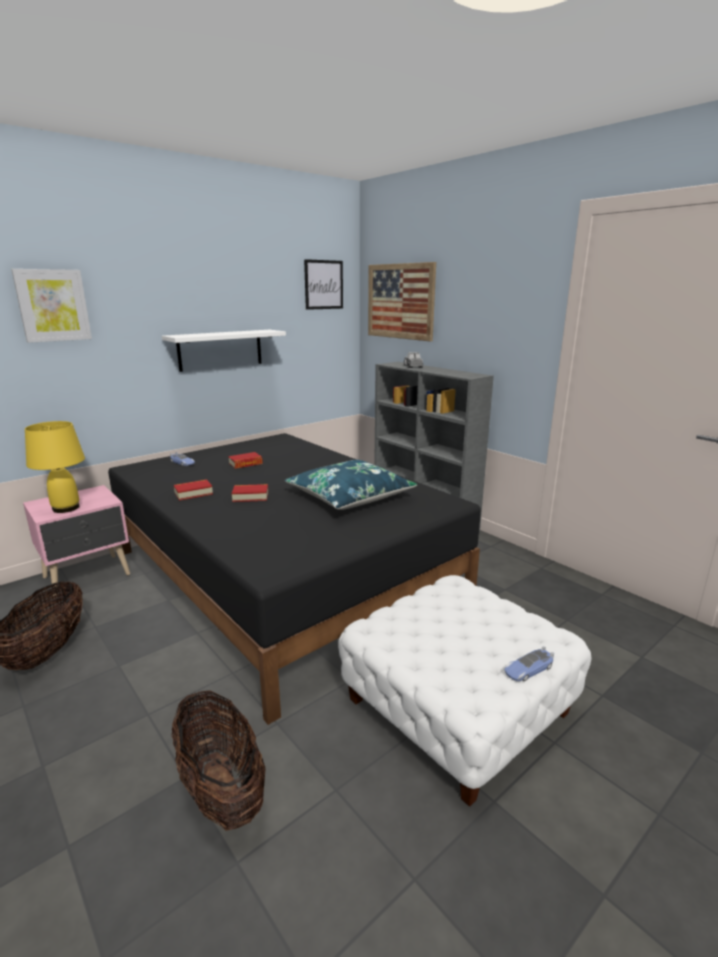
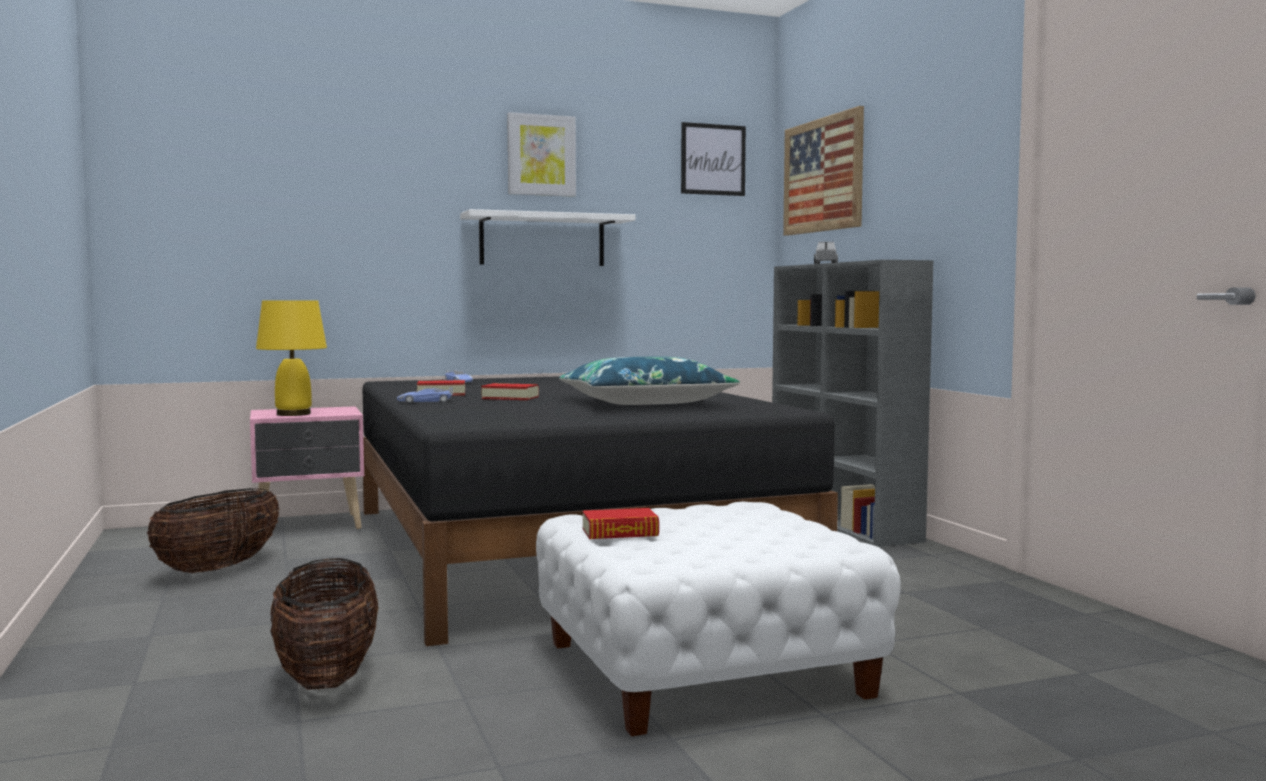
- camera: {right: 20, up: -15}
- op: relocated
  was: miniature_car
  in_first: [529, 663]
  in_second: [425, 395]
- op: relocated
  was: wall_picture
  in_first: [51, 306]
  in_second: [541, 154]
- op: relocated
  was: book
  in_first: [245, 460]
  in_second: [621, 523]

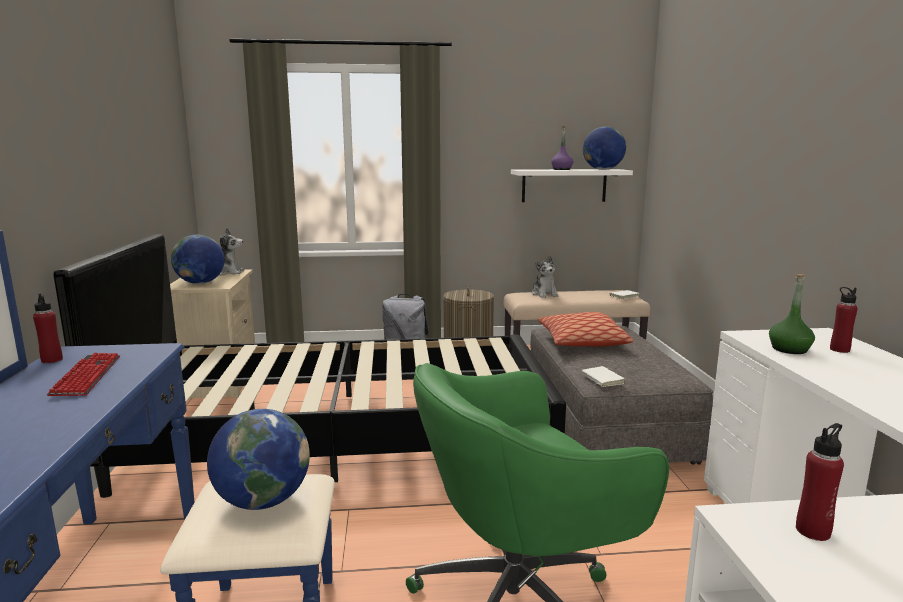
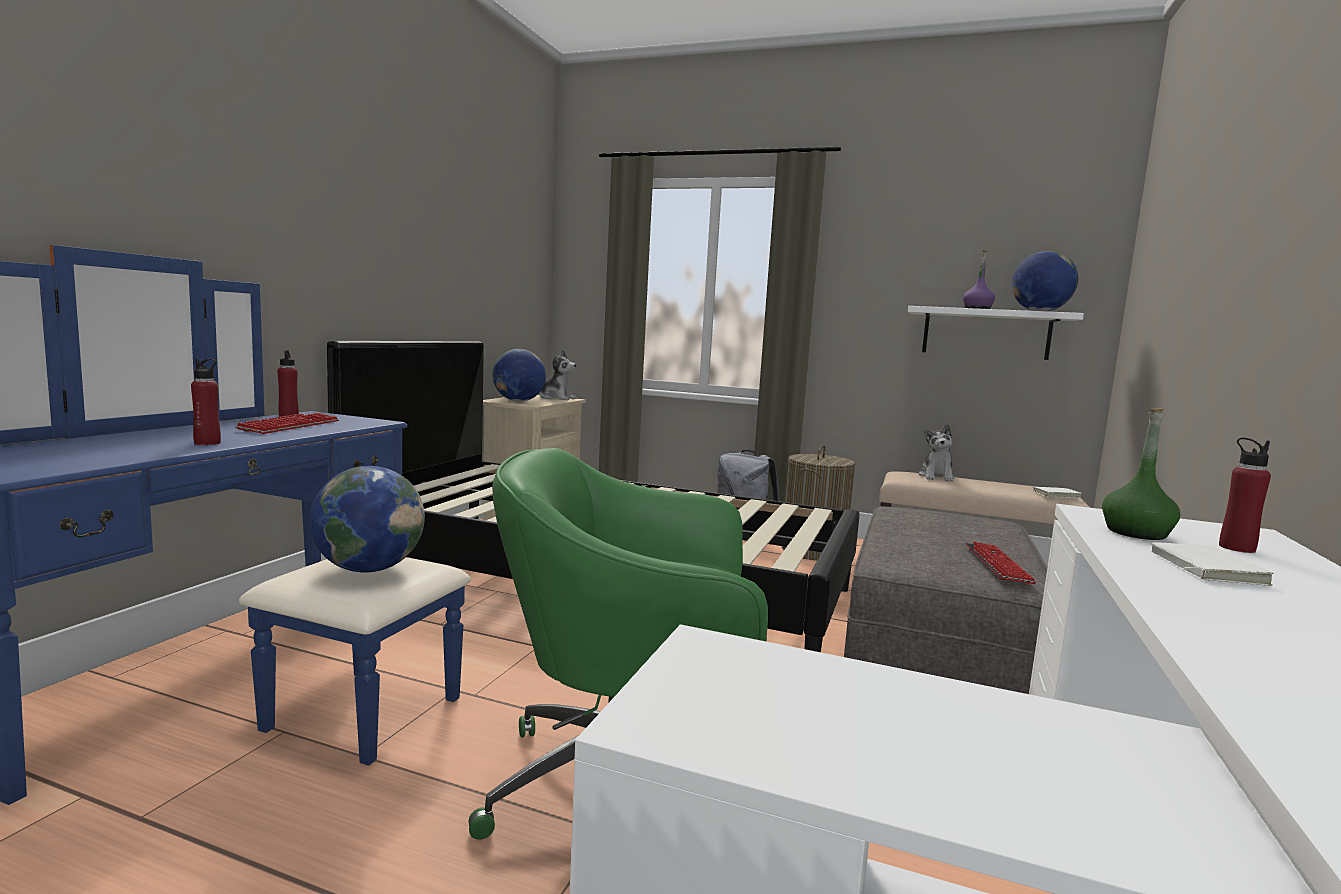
- camera: {right: 25, up: -5}
- op: relocated
  was: red-coloured_drink_bottle
  in_first: [820, 482]
  in_second: [206, 401]
- op: appeared
  now: keyboard
  in_second: [1000, 562]
- op: relocated
  was: whitish_book
  in_first: [603, 376]
  in_second: [1213, 564]
- op: missing
  was: cushion
  in_first: [585, 329]

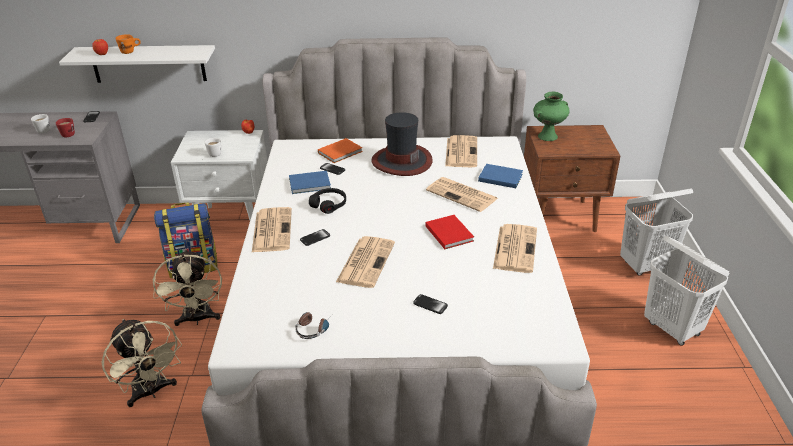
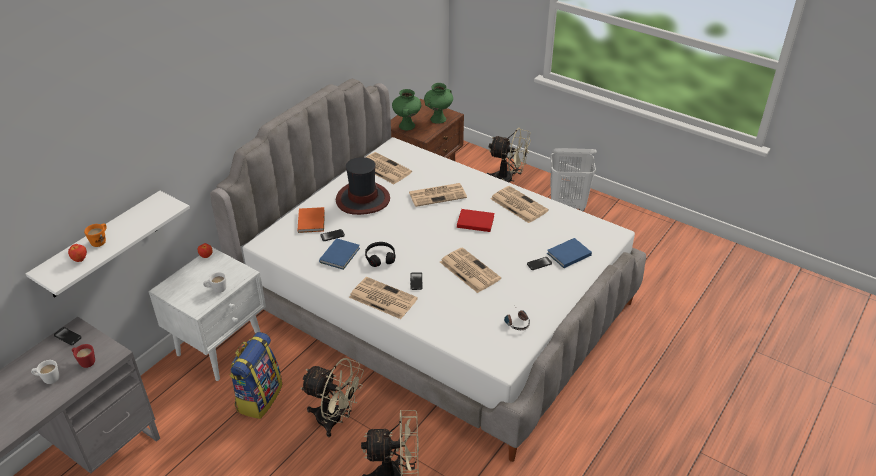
- camera: {right: -55, up: 5}
- op: appeared
  now: greenish_flower_vase
  in_second: [438, 103]
- op: exchanged
  was: whitish_hamper
  now: sand-coloured_fan
  in_first: [656, 231]
  in_second: [508, 155]
- op: relocated
  was: bluish_book
  in_first: [500, 176]
  in_second: [569, 253]

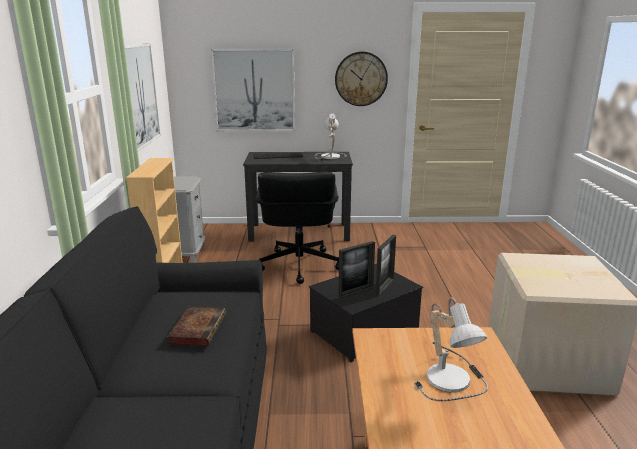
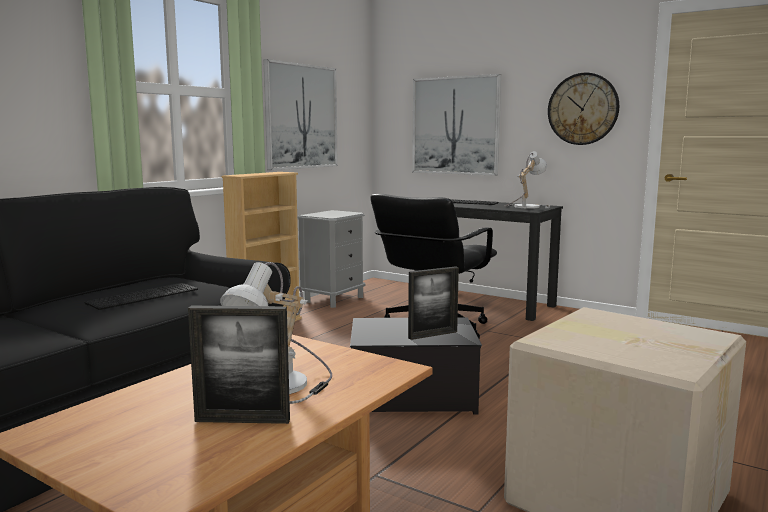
- camera: {right: 35, up: -10}
- op: exchanged
  was: book
  now: keyboard
  in_first: [196, 326]
  in_second: [141, 296]
- op: relocated
  was: picture_frame
  in_first: [356, 269]
  in_second: [239, 365]

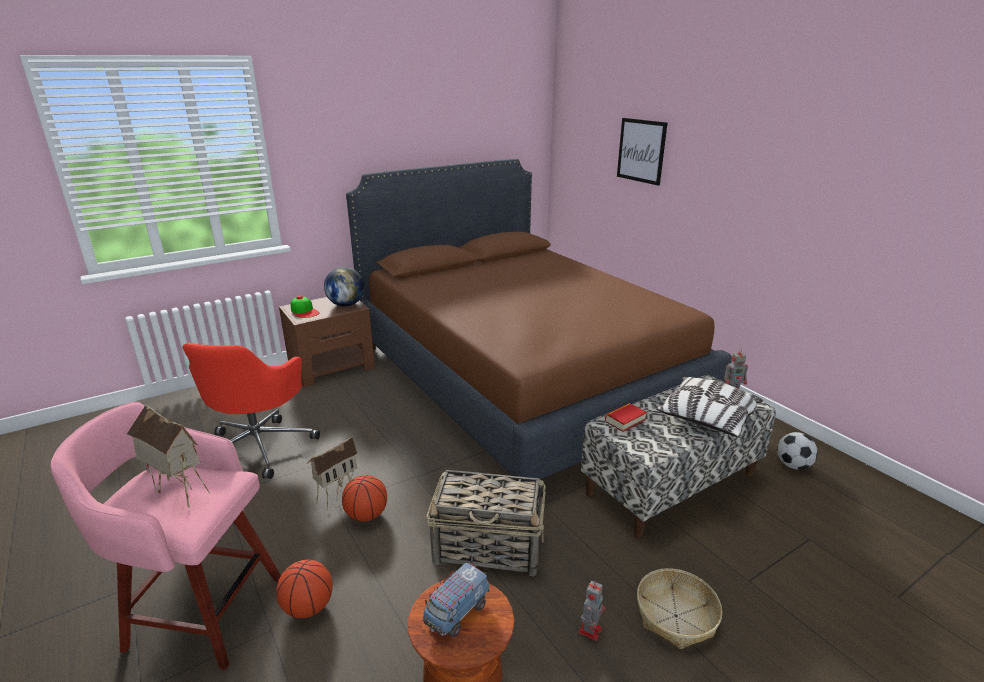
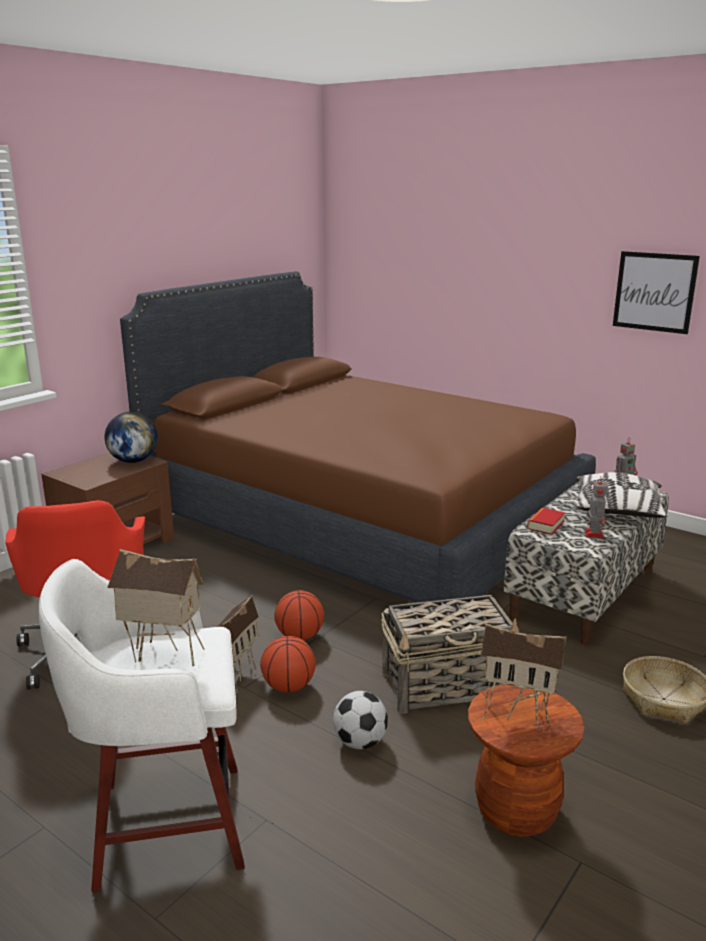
- camera: {right: -20, up: -5}
- op: colour
  was: pinkish_stool_seat
  now: whitish_stool_seat
  in_first: [165, 536]
  in_second: [142, 725]
- op: relocated
  was: basketball_ball
  in_first: [304, 589]
  in_second: [299, 615]
- op: relocated
  was: football_ball
  in_first: [797, 451]
  in_second: [360, 720]
- op: exchanged
  was: toy_lorry
  now: miniature_house
  in_first: [456, 599]
  in_second: [524, 677]
- op: relocated
  was: toy_robot
  in_first: [591, 610]
  in_second: [595, 507]
- op: relocated
  was: wall_picture
  in_first: [642, 152]
  in_second: [656, 292]
- op: missing
  was: baseball_cap
  in_first: [304, 307]

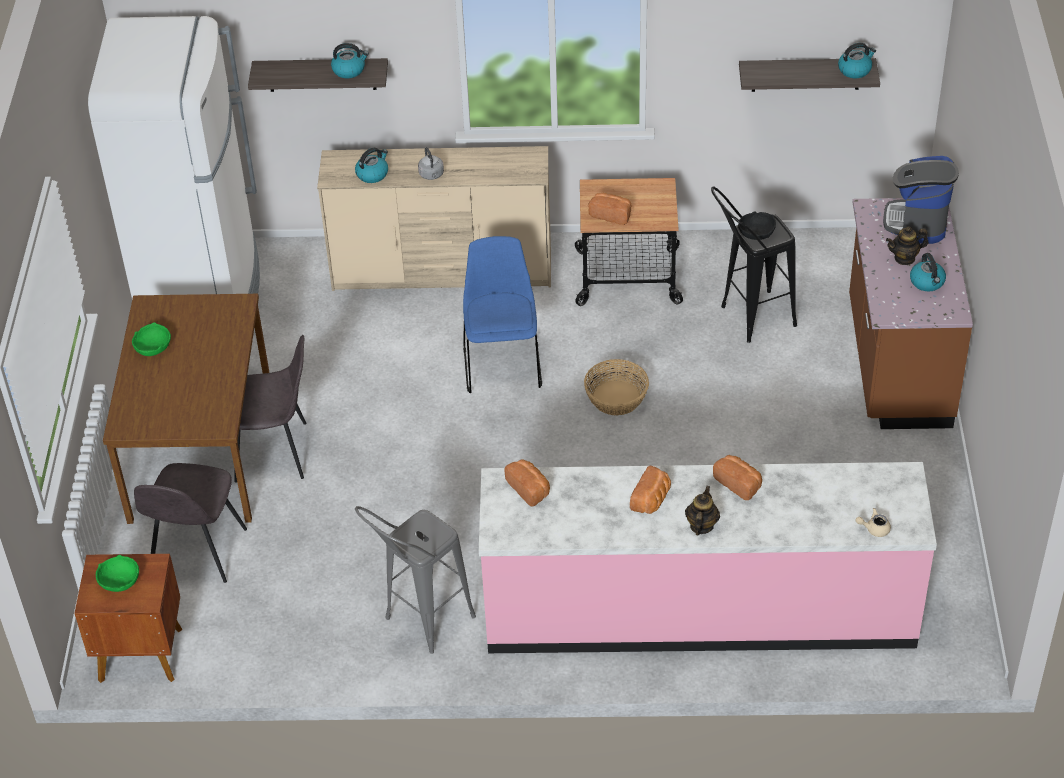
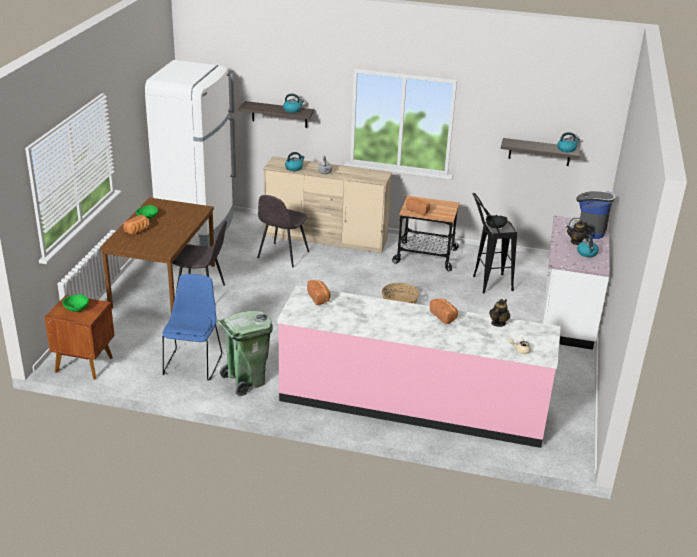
- camera: {right: 10, up: -15}
- op: relocated
  was: bread
  in_first: [650, 490]
  in_second: [136, 225]
- op: relocated
  was: bluish_plain_chair
  in_first: [502, 314]
  in_second: [192, 327]
- op: exchanged
  was: greyish_stool_seat
  now: greenish_rubbish_bin
  in_first: [415, 580]
  in_second: [244, 354]
- op: relocated
  was: greyish_plain_chair
  in_first: [190, 523]
  in_second: [283, 231]
- op: relocated
  was: pot_for_tea
  in_first: [702, 510]
  in_second: [499, 313]
- op: colour
  was: brownish_kitchen_base_unit
  now: whitish_kitchen_base_unit
  in_first: [911, 313]
  in_second: [576, 282]

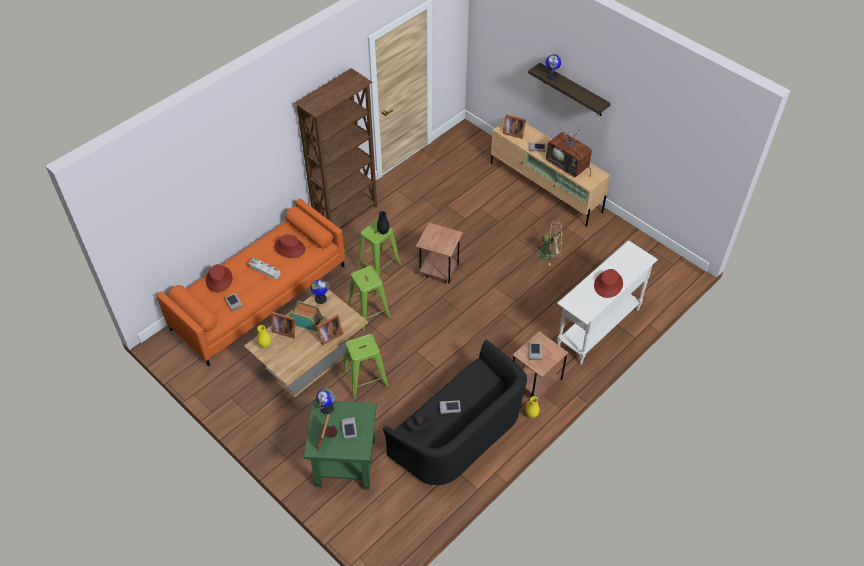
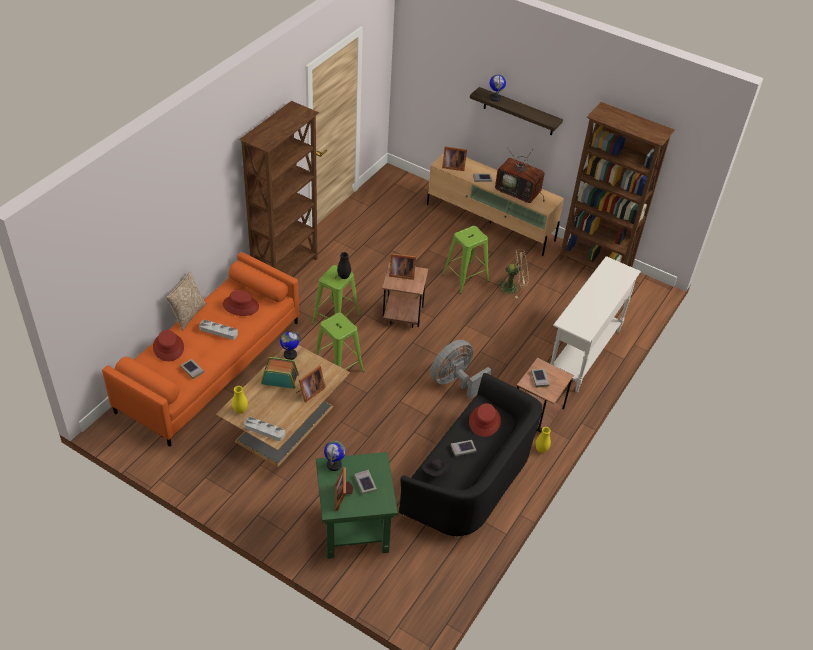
- camera: {right: -15, up: -5}
- op: appeared
  now: cushion
  in_second: [186, 301]
- op: appeared
  now: greyish_tray
  in_second: [264, 429]
- op: relocated
  was: picture_frame
  in_first: [283, 325]
  in_second: [402, 266]
- op: appeared
  now: greyish_fan
  in_second: [460, 369]
- op: relocated
  was: greenish_stool_seat
  in_first: [366, 366]
  in_second: [465, 260]
- op: relocated
  was: red-coloured_hat
  in_first: [608, 283]
  in_second: [485, 420]
- op: appeared
  now: brownish_bookcase
  in_second: [617, 186]

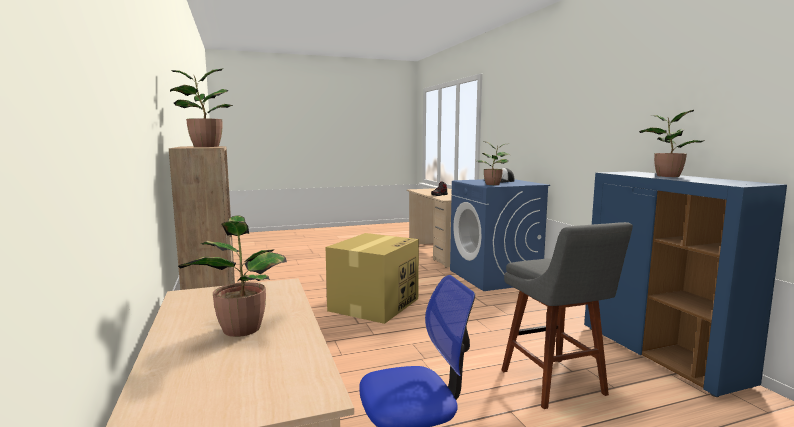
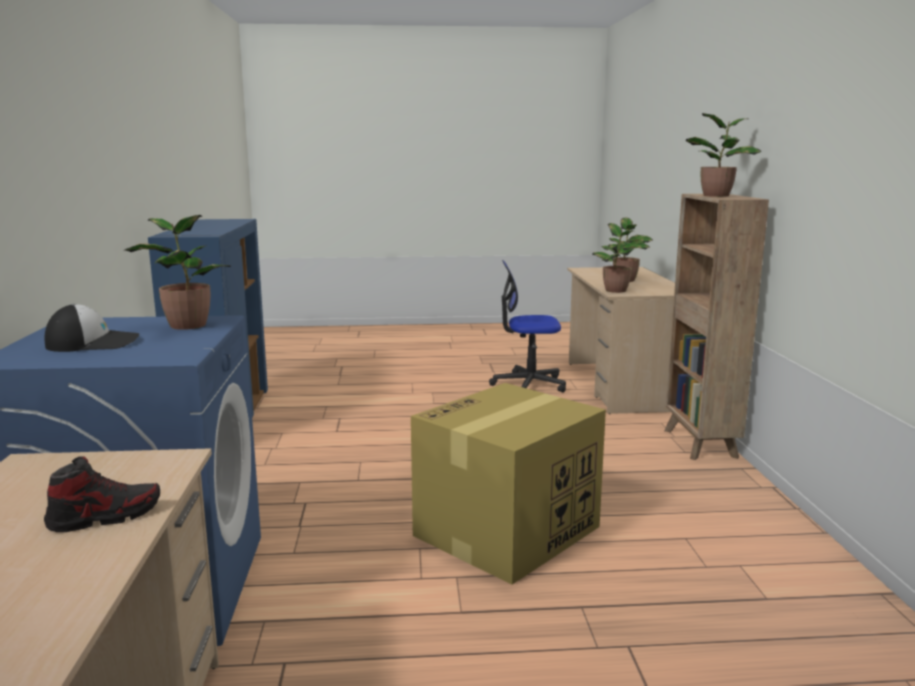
- camera: {right: -165, up: 5}
- op: relocated
  was: plant_in_a_pot
  in_first: [671, 143]
  in_second: [621, 258]
- op: missing
  was: greyish_stool_seat
  in_first: [567, 315]

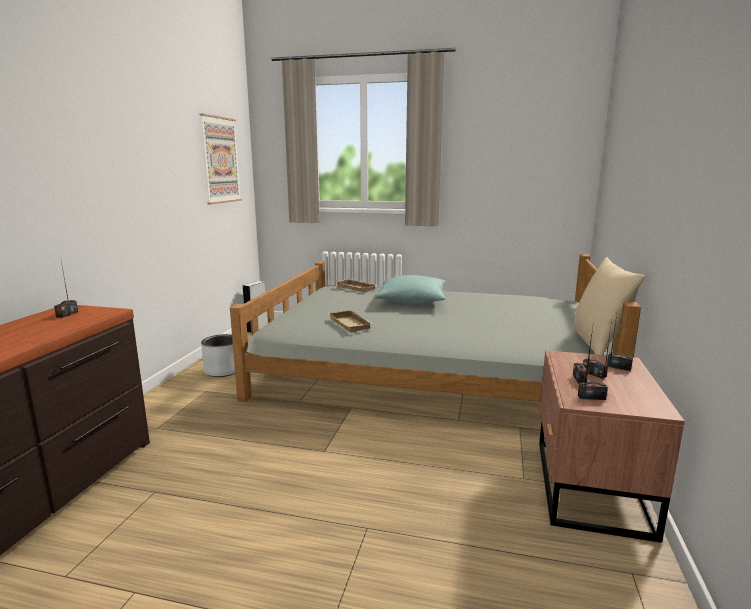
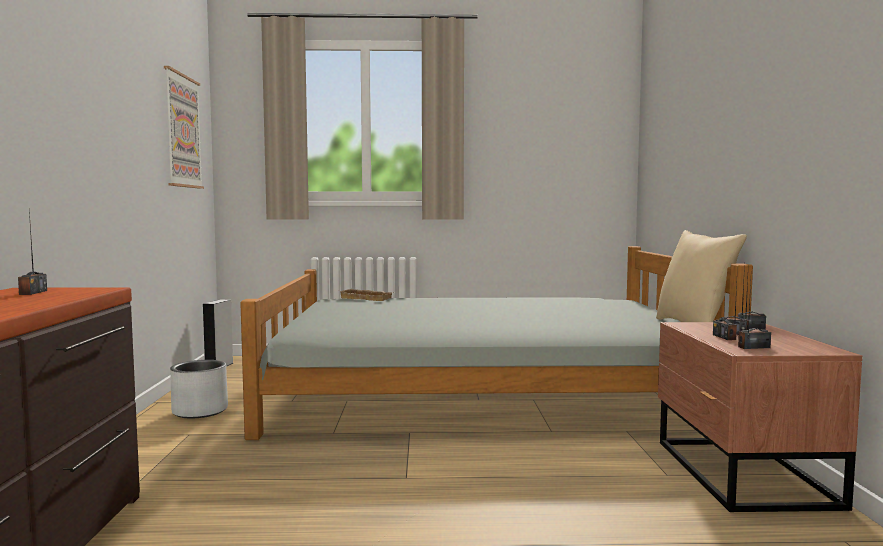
- camera: {right: -15, up: -10}
- op: missing
  was: sand-coloured_tray
  in_first: [351, 321]
- op: missing
  was: blue-green_cushion
  in_first: [410, 289]

